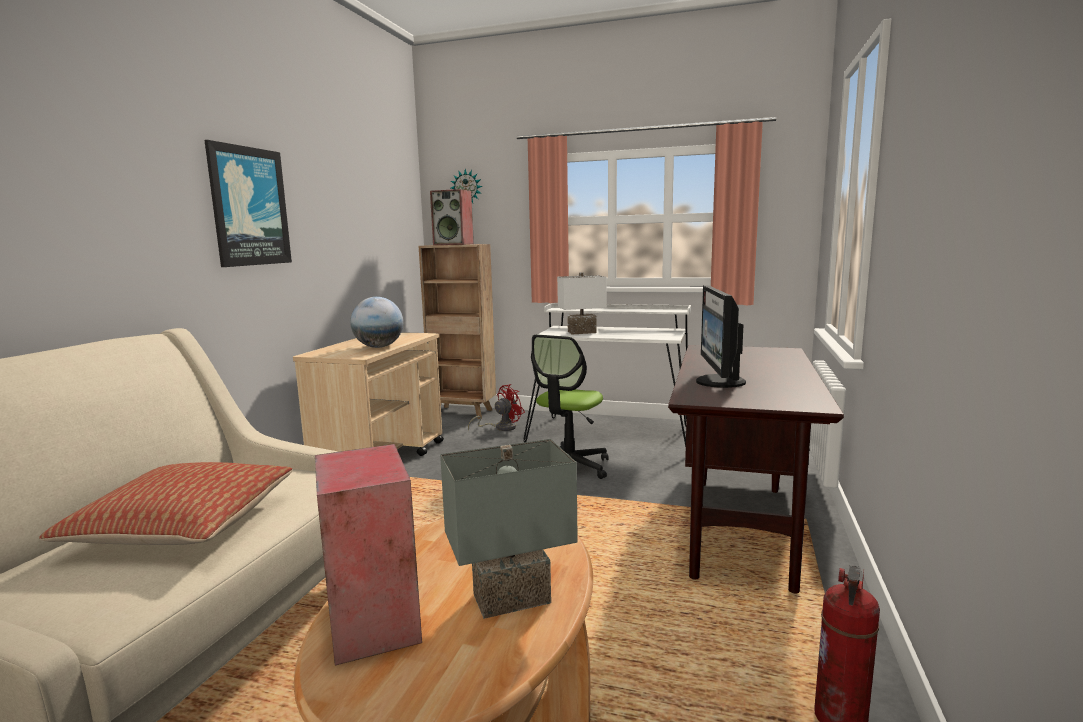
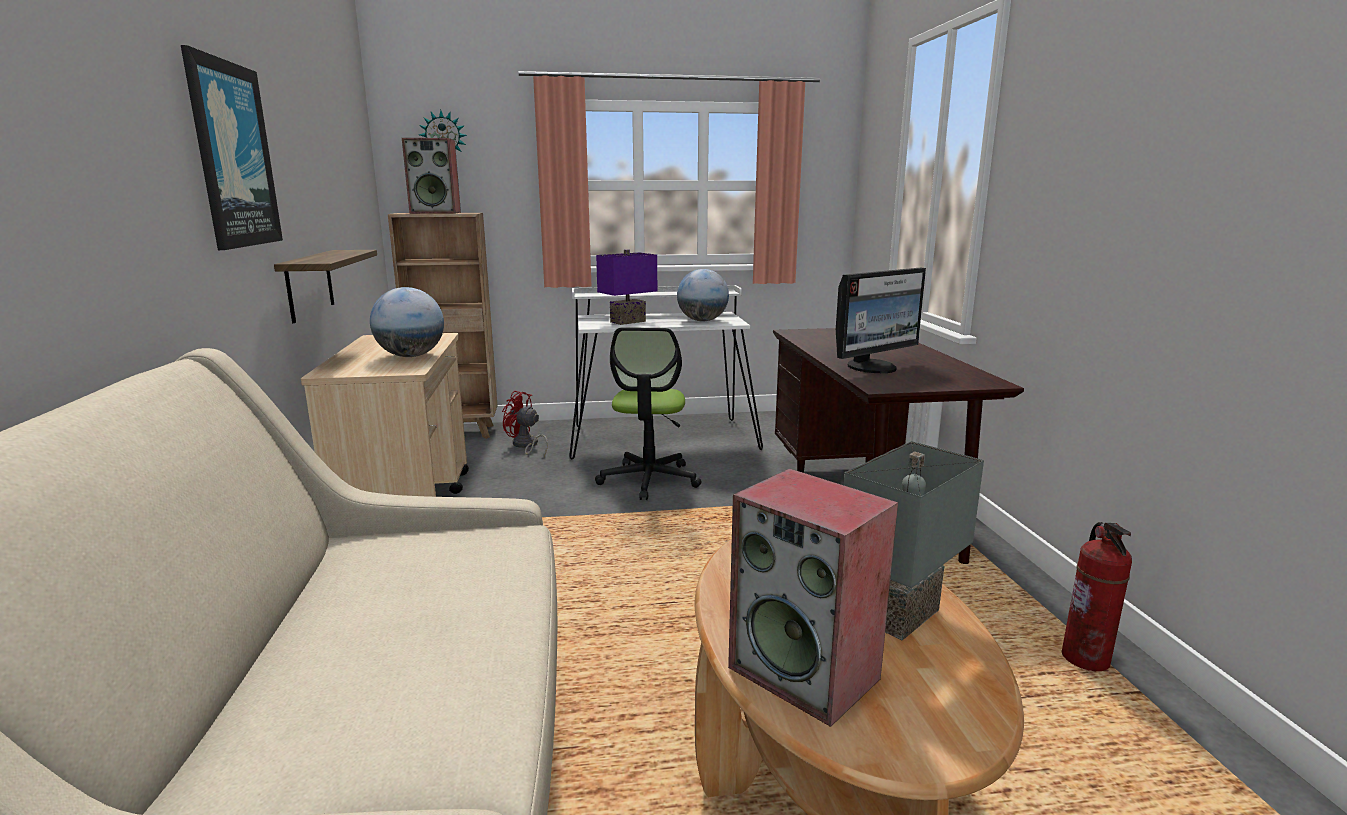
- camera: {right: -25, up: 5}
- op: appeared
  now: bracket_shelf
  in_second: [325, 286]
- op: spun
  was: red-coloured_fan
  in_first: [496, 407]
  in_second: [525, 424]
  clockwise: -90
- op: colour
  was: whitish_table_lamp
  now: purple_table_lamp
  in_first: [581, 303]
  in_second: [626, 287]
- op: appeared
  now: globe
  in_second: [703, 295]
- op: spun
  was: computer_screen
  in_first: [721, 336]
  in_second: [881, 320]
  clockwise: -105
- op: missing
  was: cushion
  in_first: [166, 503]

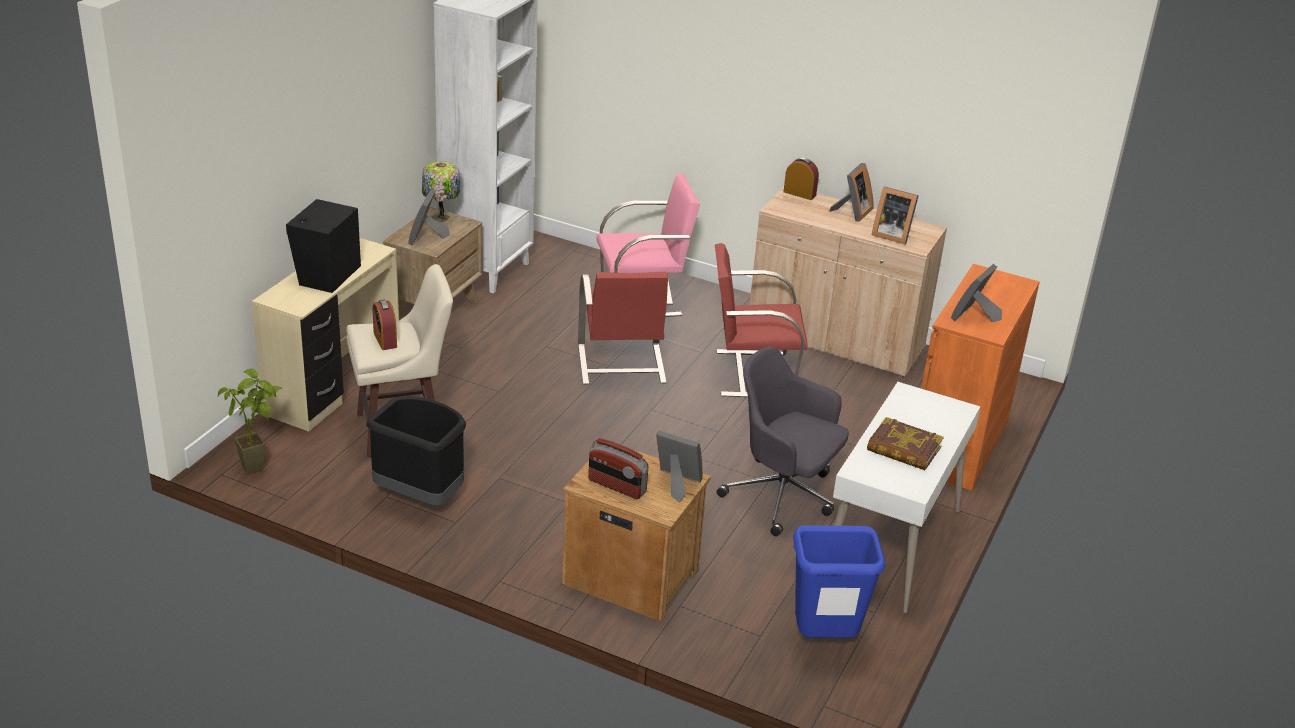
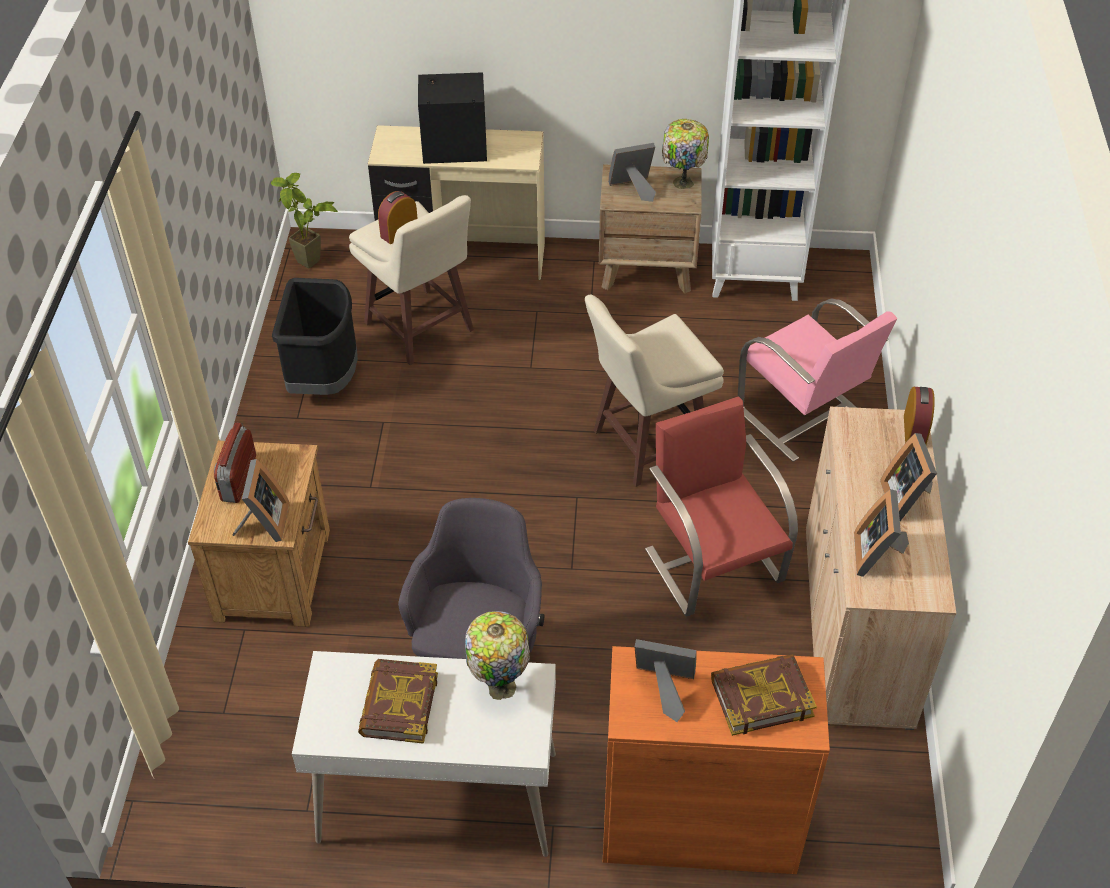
- camera: {right: 70, up: 15}
- op: appeared
  now: table_lamp
  in_second: [497, 655]
- op: exchanged
  was: red-coloured_plain_chair
  now: sand-coloured_stool_seat
  in_first: [625, 328]
  in_second: [654, 390]
- op: appeared
  now: book
  in_second: [764, 695]
- op: spun
  was: picture_frame
  in_first: [851, 192]
  in_second: [908, 477]
  clockwise: 75
- op: missing
  was: bluish_rubbish_bin
  in_first: [839, 581]

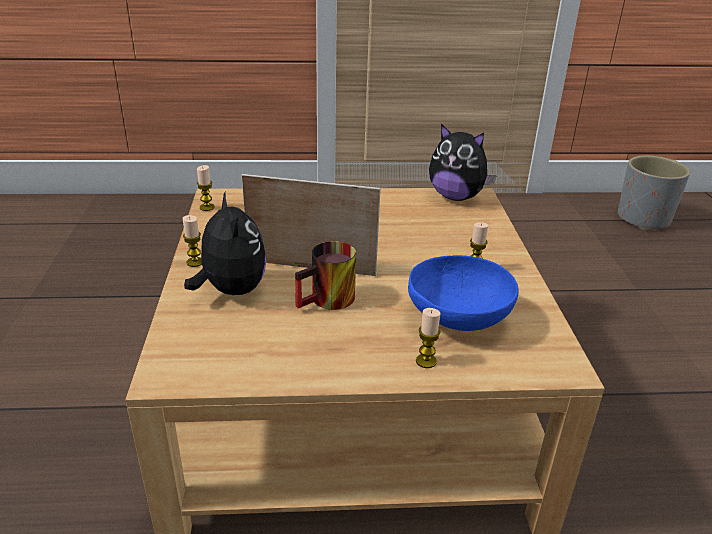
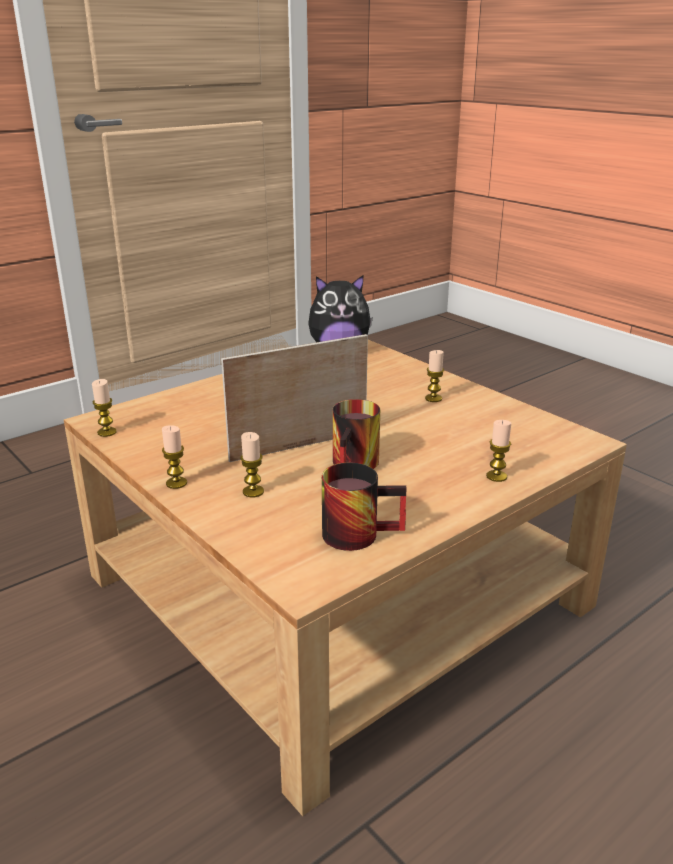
- camera: {right: -35, up: -5}
- op: exchanged
  was: cuddly_toy
  now: wax_light
  in_first: [225, 243]
  in_second: [252, 464]
- op: appeared
  now: coffee_mug
  in_second: [364, 507]
- op: missing
  was: bluish_deep_dish
  in_first: [463, 293]
- op: missing
  was: greyish_flower_pot
  in_first: [653, 192]

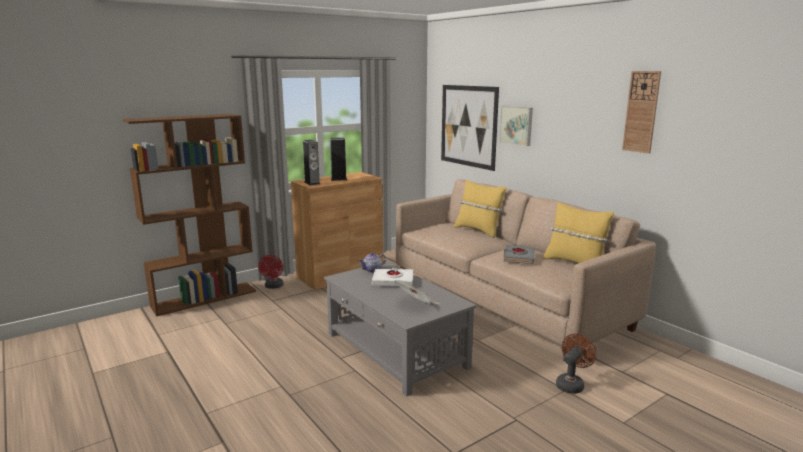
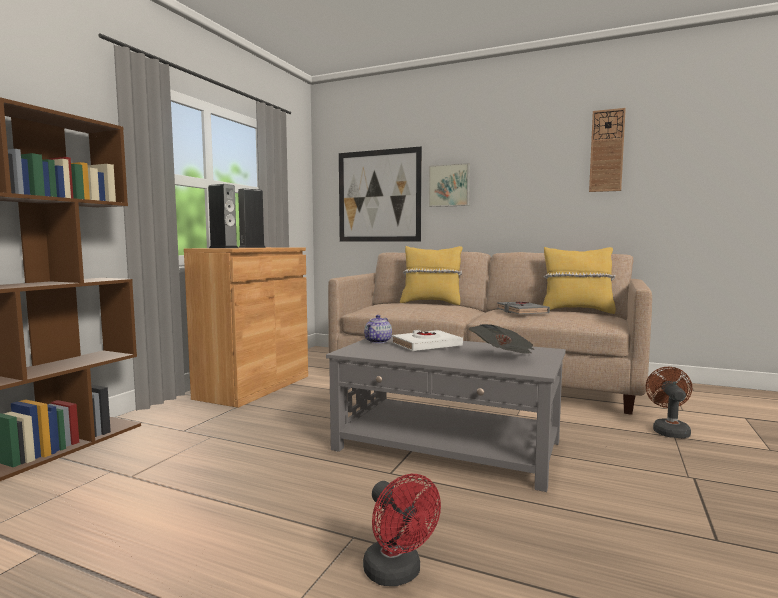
- camera: {right: -30, up: -10}
- op: relocated
  was: red-coloured_fan
  in_first: [270, 272]
  in_second: [402, 530]

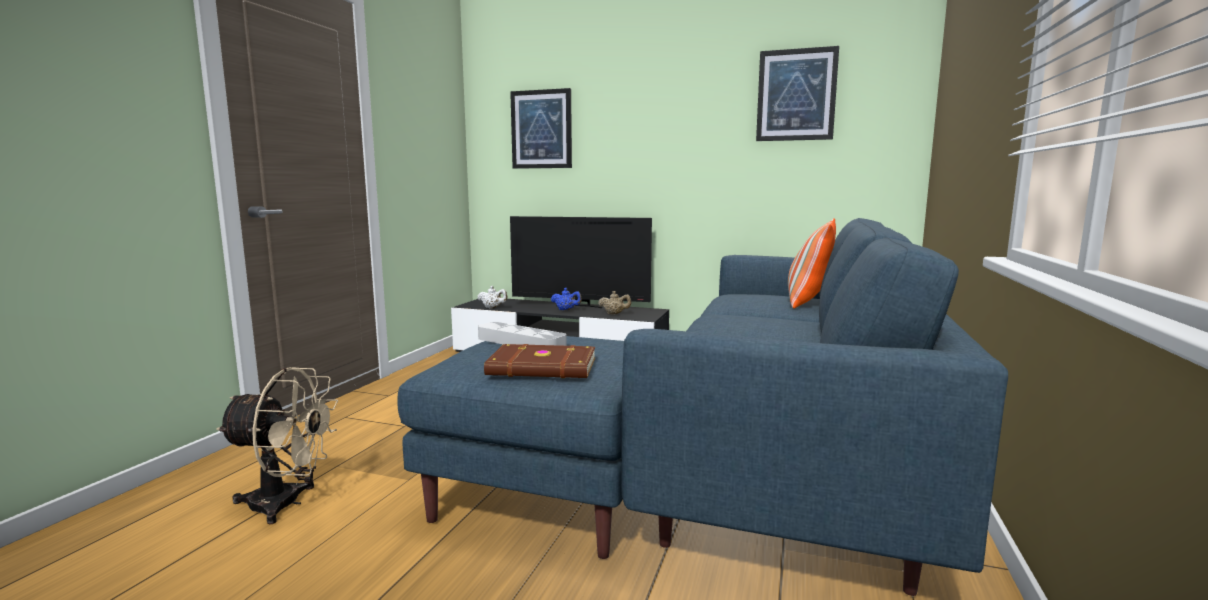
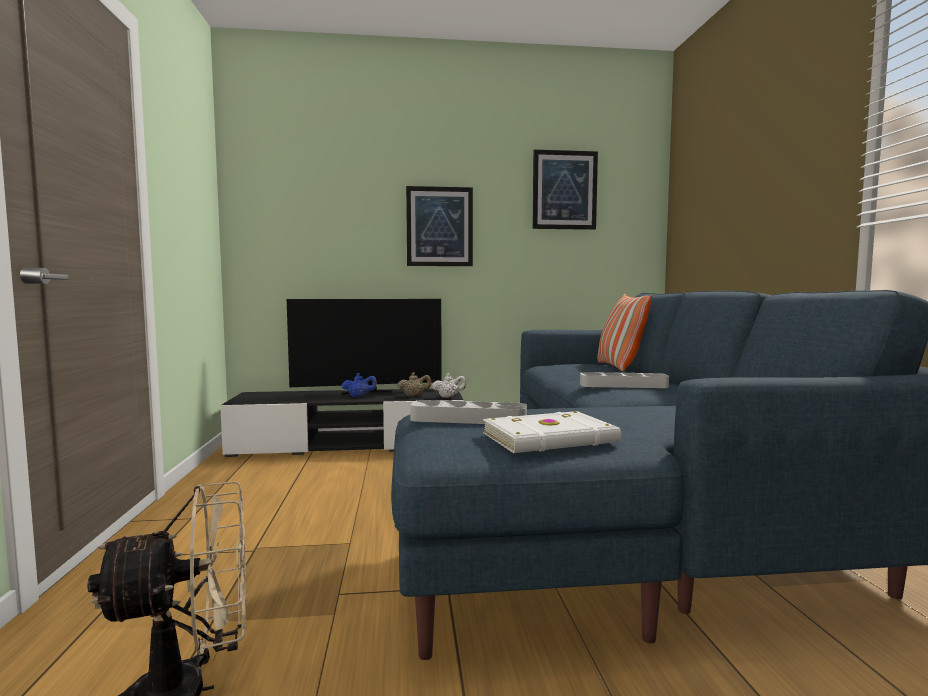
- camera: {right: -25, up: -5}
- op: relocated
  was: wall_picture
  in_first: [541, 128]
  in_second: [439, 226]
- op: relocated
  was: whitish_pot_for_tea
  in_first: [492, 297]
  in_second: [449, 385]
- op: colour
  was: brownish_book
  now: whitish_book
  in_first: [539, 361]
  in_second: [552, 432]
- op: appeared
  now: greyish_tray
  in_second: [624, 380]

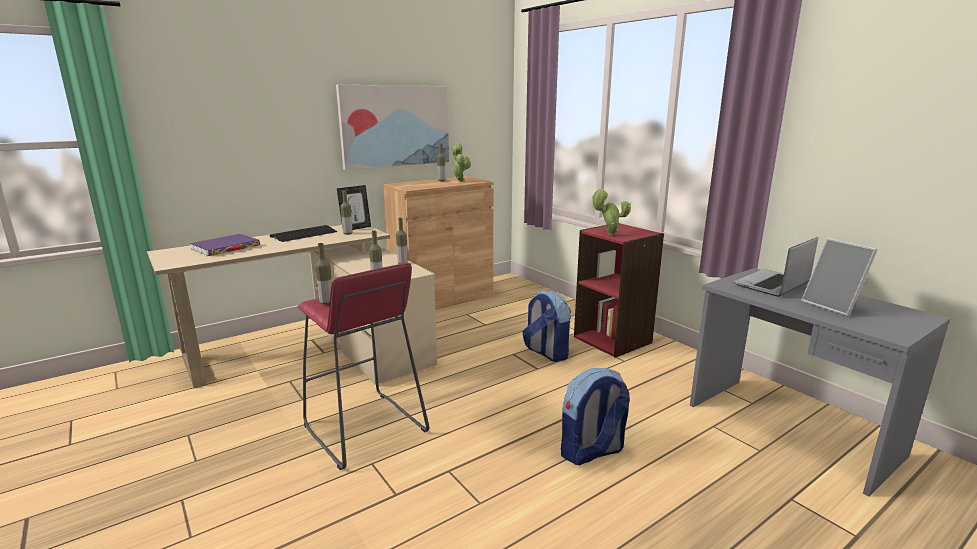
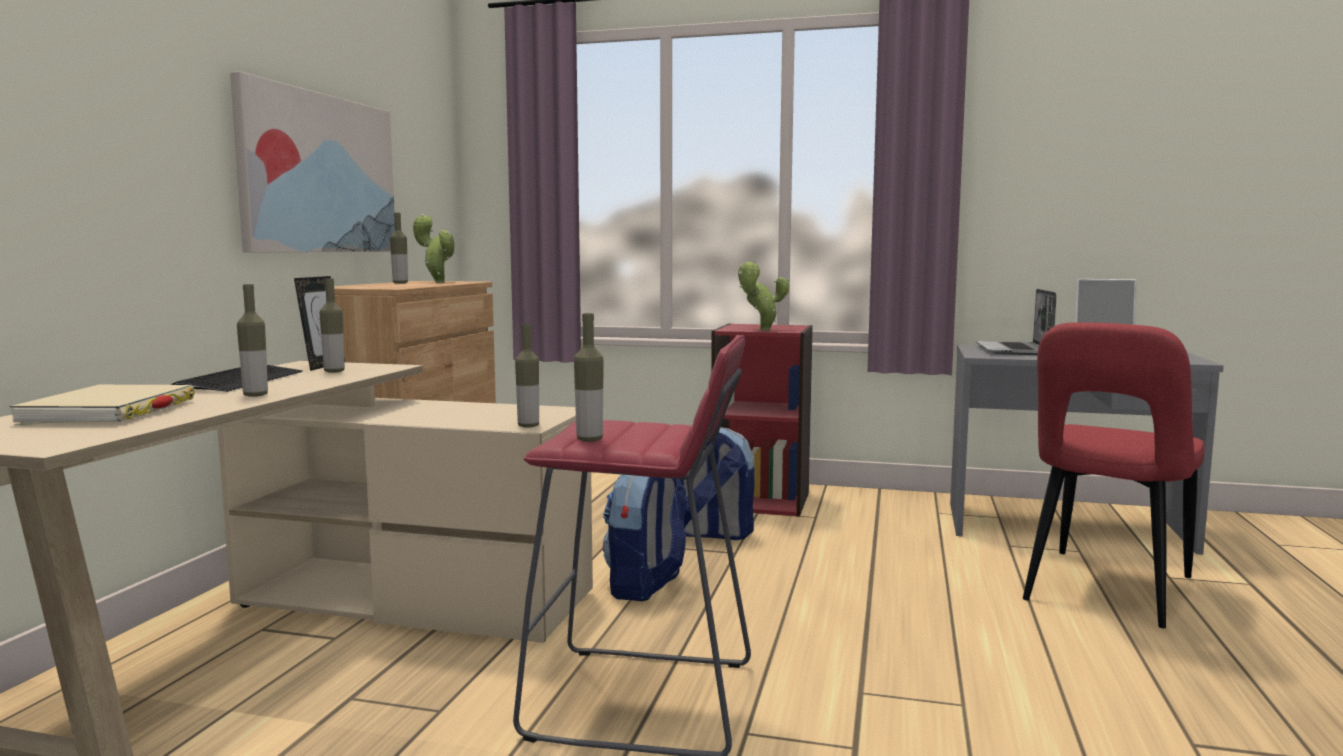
- camera: {right: -40, up: -10}
- op: colour
  was: purple_book
  now: sand-coloured_book
  in_first: [225, 245]
  in_second: [102, 405]
- op: relocated
  was: drink_bottle
  in_first: [402, 241]
  in_second: [252, 340]
- op: relocated
  was: knapsack
  in_first: [595, 416]
  in_second: [645, 538]
- op: appeared
  now: red-coloured_plain_chair
  in_second: [1114, 475]

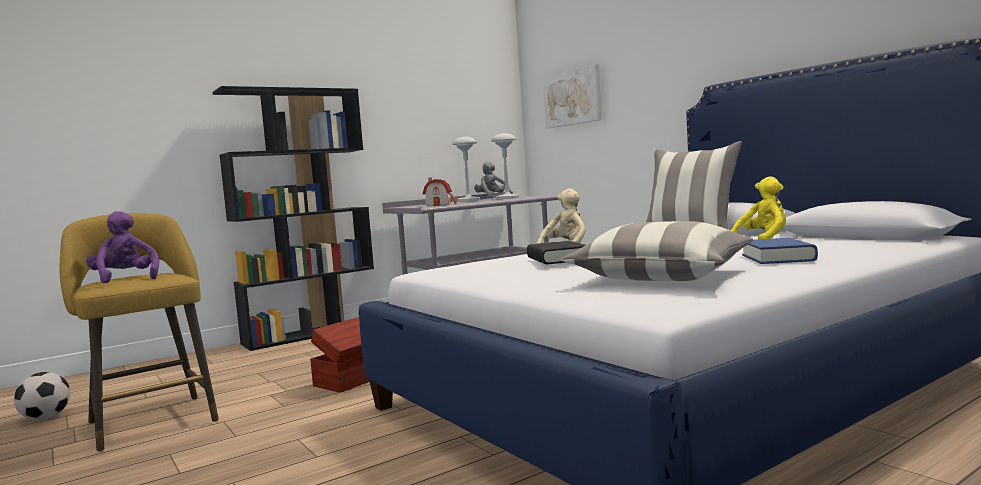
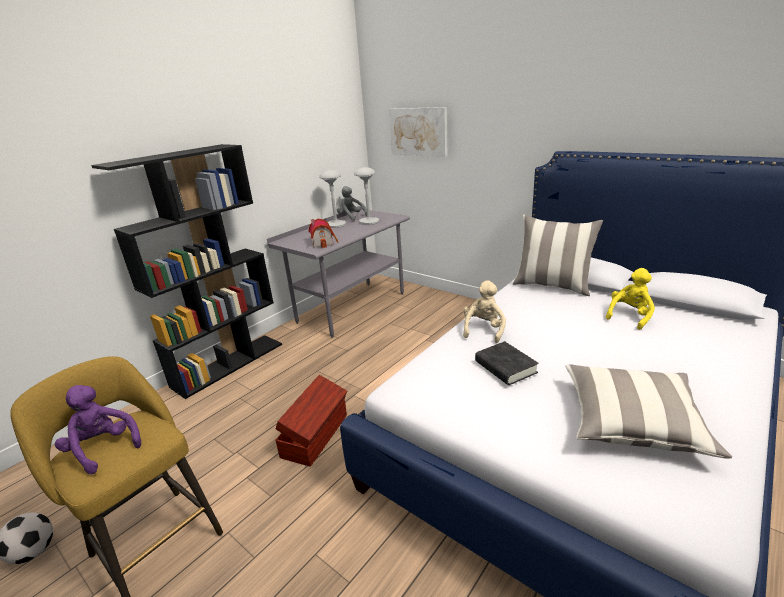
- camera: {right: -15, up: 20}
- op: missing
  was: bluish_book
  in_first: [780, 251]

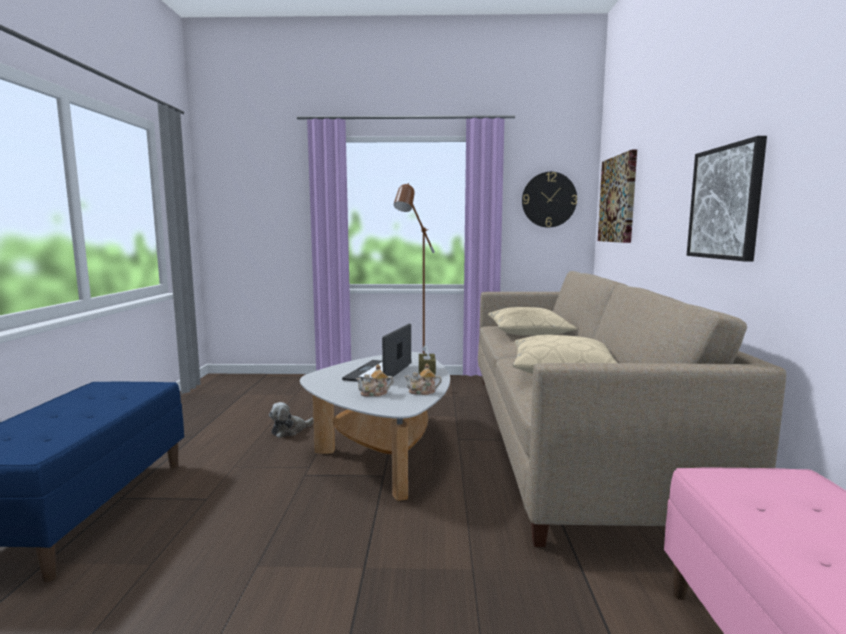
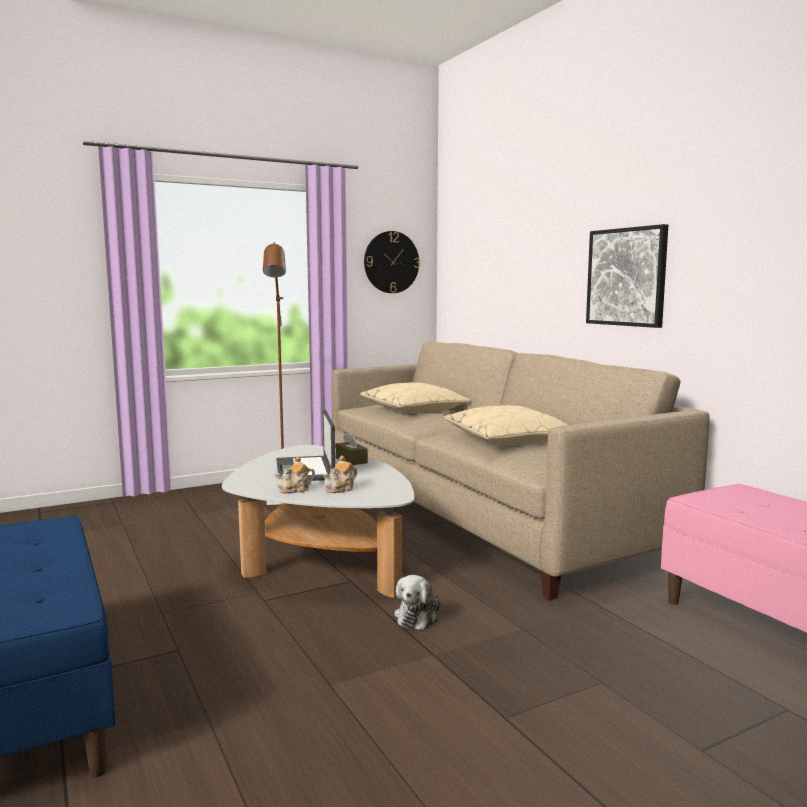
- camera: {right: -30, up: 0}
- op: relocated
  was: pot_for_tea
  in_first: [423, 379]
  in_second: [294, 475]
- op: relocated
  was: cuddly_toy
  in_first: [291, 420]
  in_second: [417, 602]
- op: missing
  was: wall_picture
  in_first: [617, 196]

